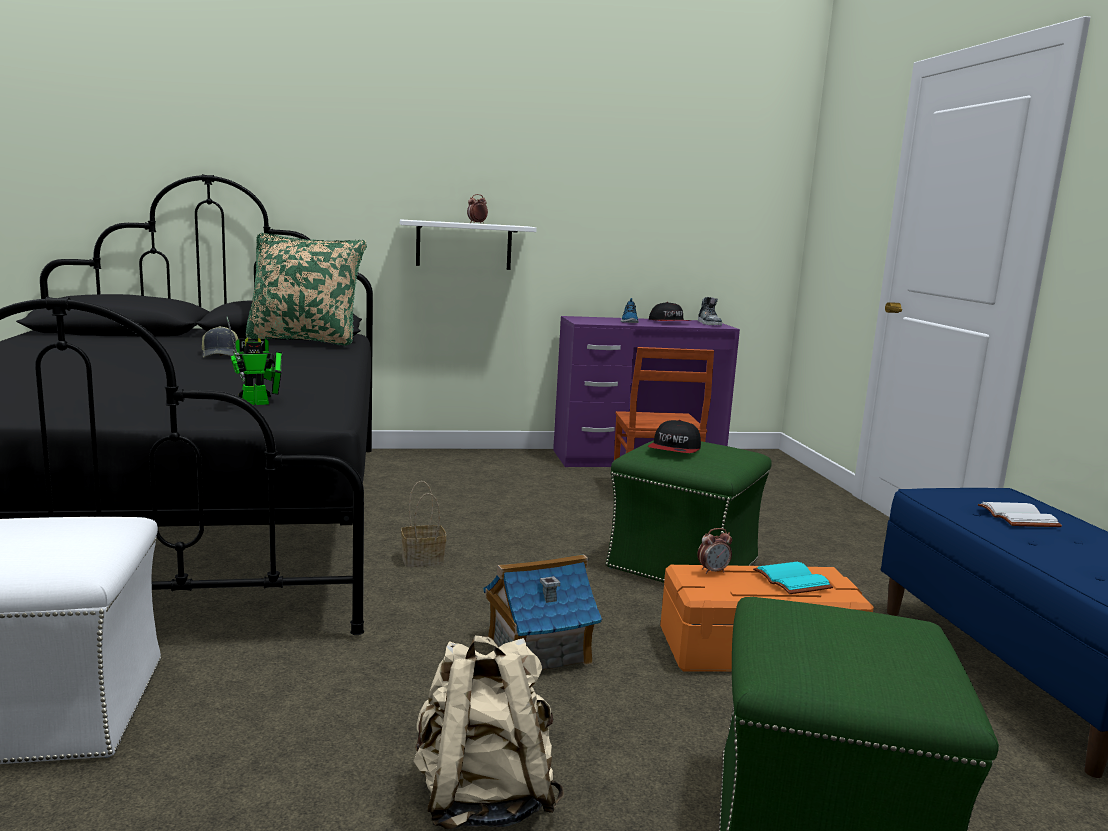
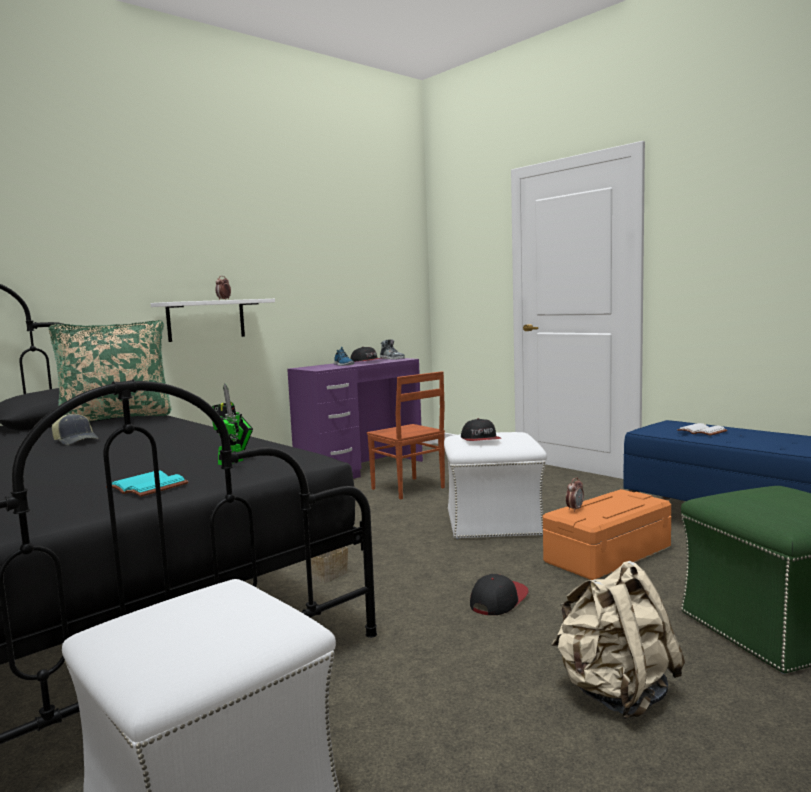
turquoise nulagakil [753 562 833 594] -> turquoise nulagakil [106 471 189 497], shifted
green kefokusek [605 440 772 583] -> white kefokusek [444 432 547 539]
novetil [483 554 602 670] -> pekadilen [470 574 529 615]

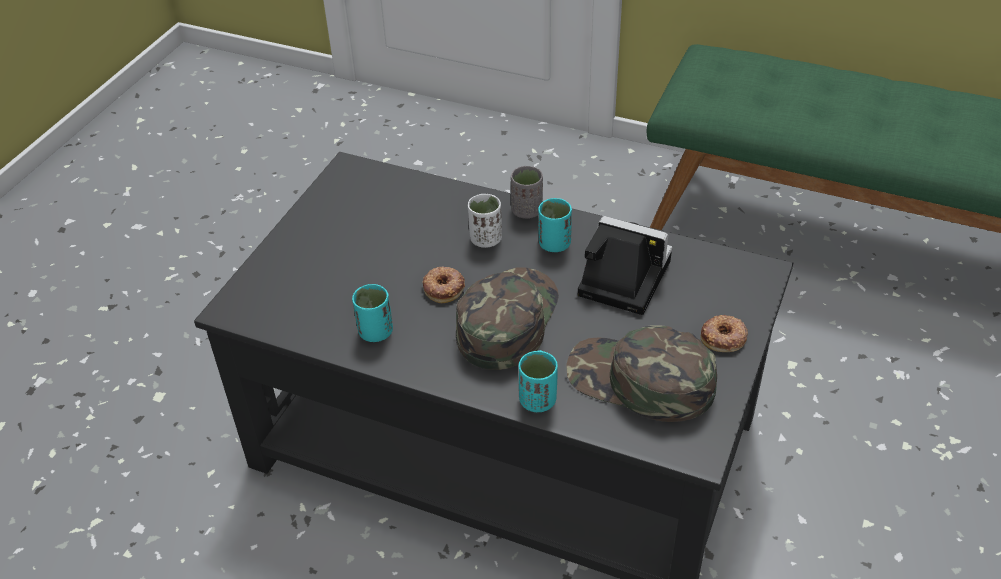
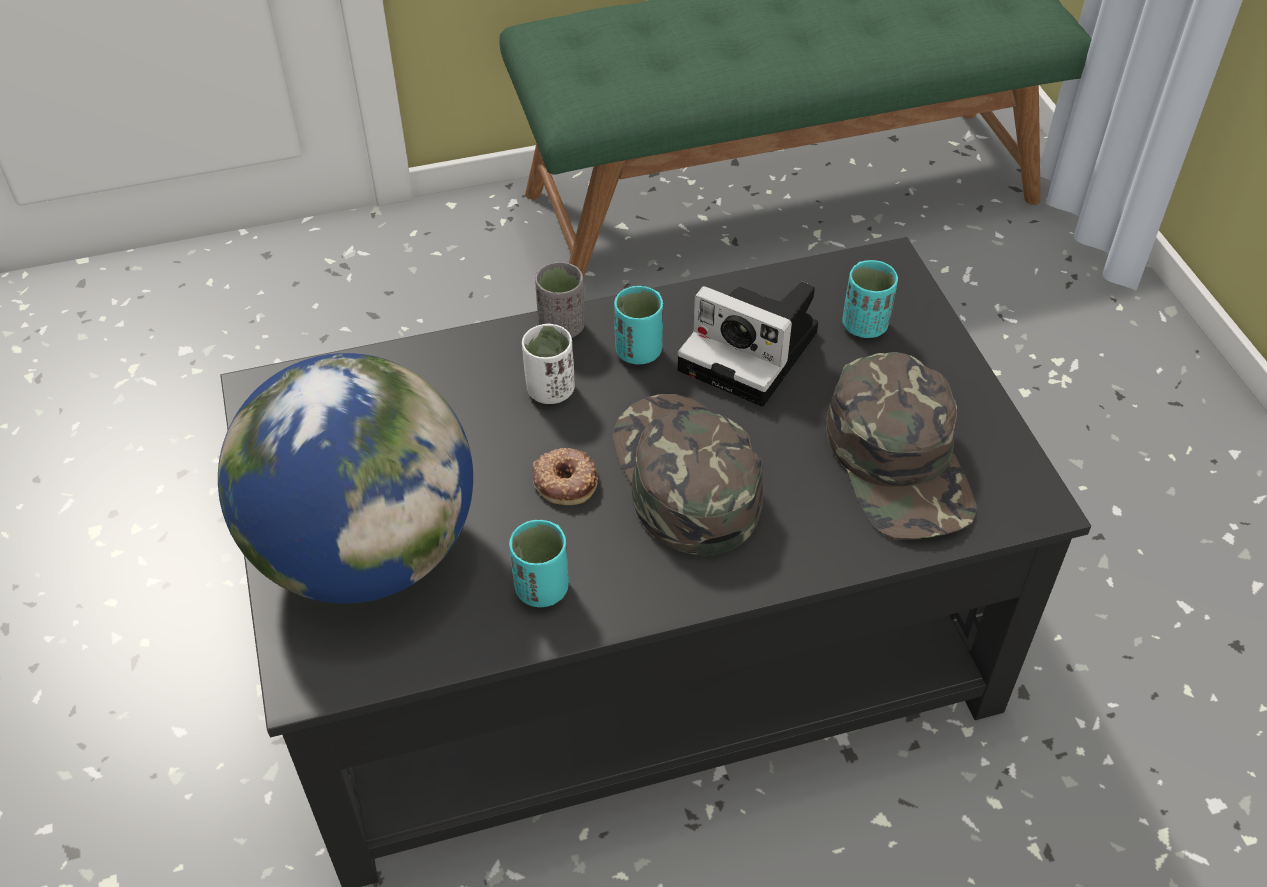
none -> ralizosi [218 353 473 604]
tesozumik [578 216 673 315] -> tesozumik [678 282 818 407], 135 degrees counterclockwise
green pekadilen [566 326 717 422] -> green pekadilen [826 352 977 539], 90 degrees counterclockwise
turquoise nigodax [519 350 558 412] -> turquoise nigodax [842 260 898 338], shifted
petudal [700 315 748 352] -> none

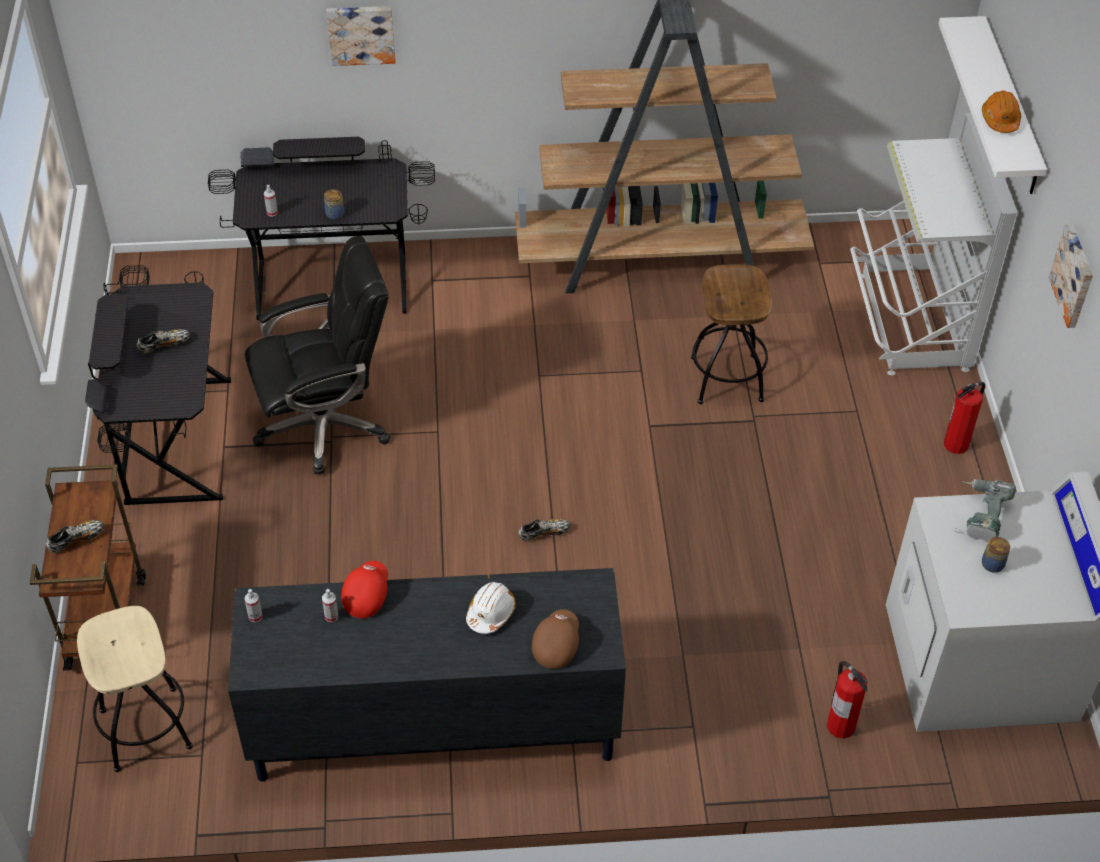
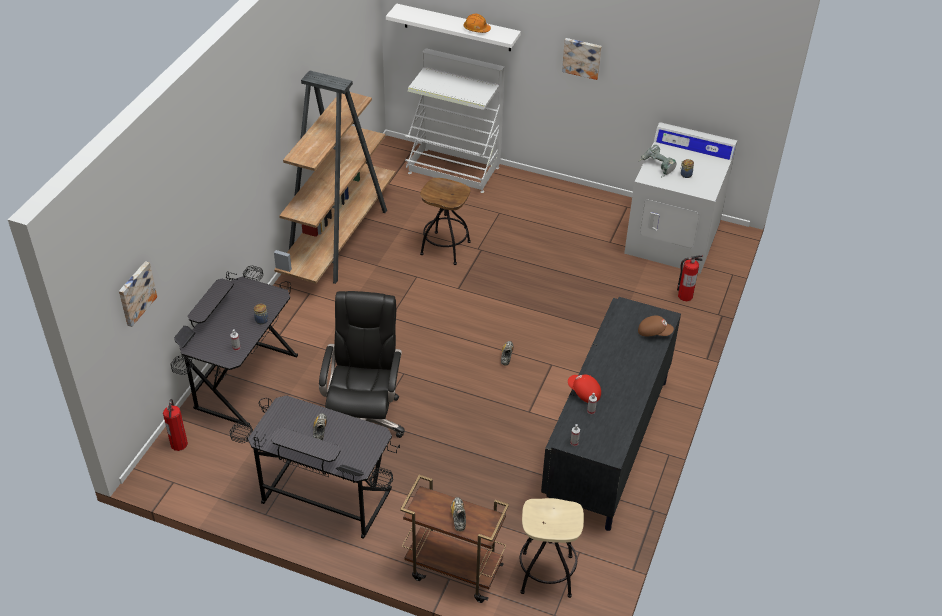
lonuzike [326 6 396 66] -> lonuzike [119 261 157 327], shifted
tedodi [944 382 986 454] -> tedodi [163 399 188 451], shifted
brown pekadilen [532 609 579 669] -> brown pekadilen [638 316 674 336], 150 degrees clockwise
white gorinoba [466 582 516 634] -> none

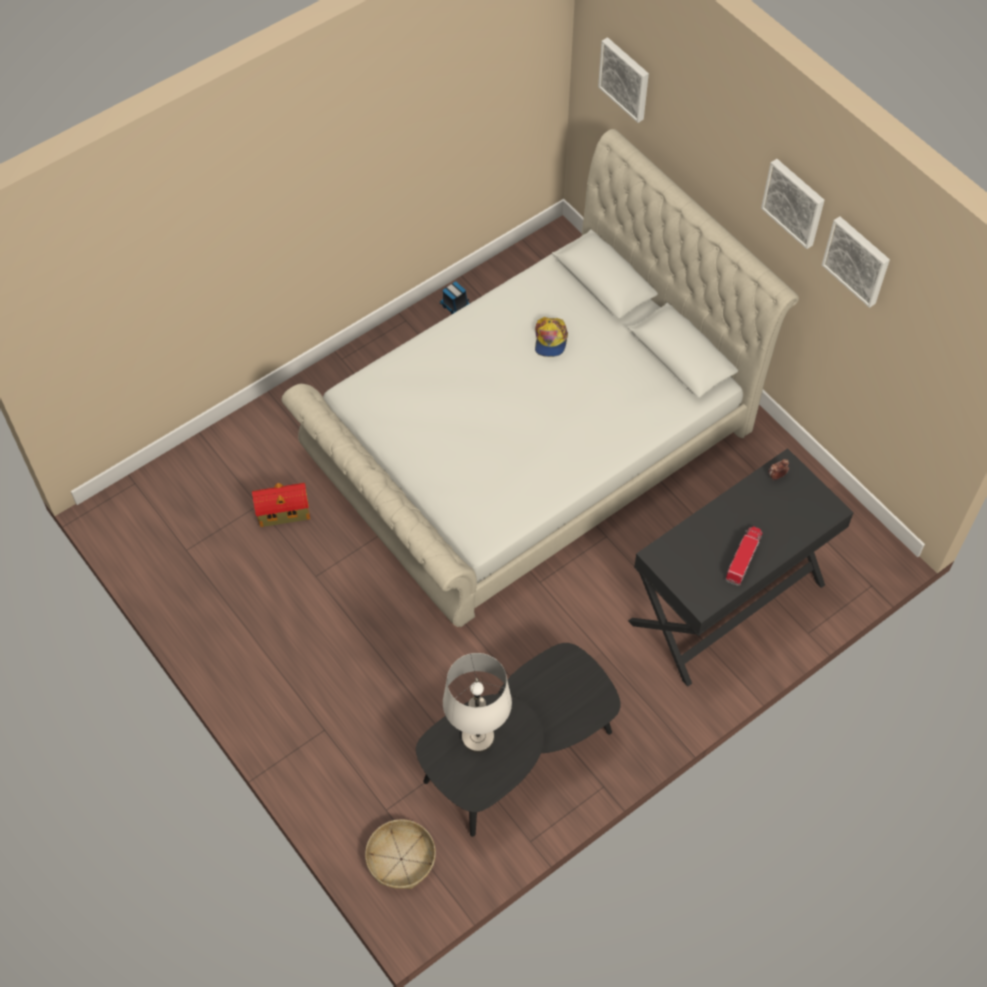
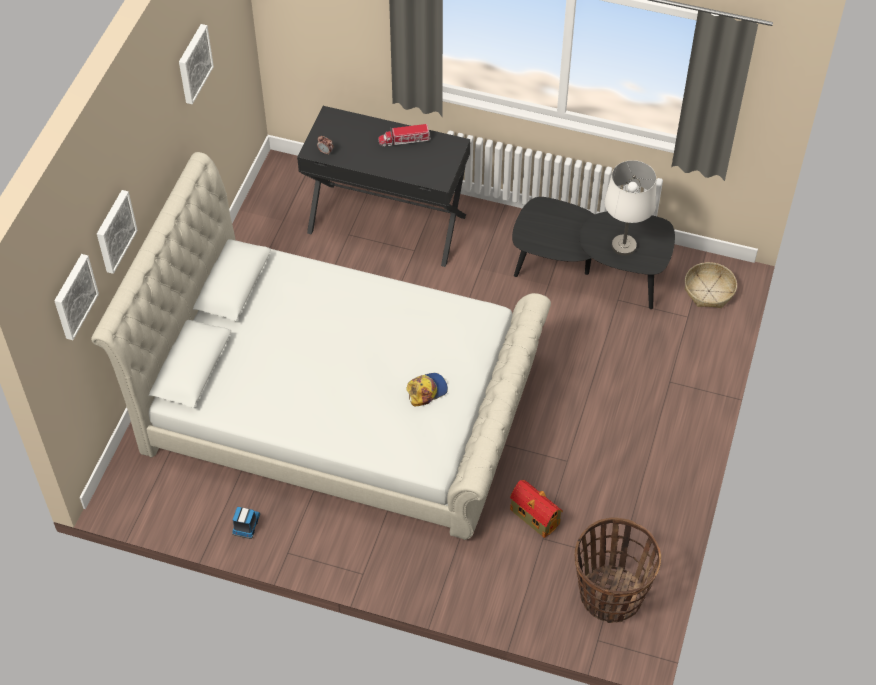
lonuzike [761 159 825 249] -> lonuzike [97 190 138 274], shifted
pekadilen [535 317 568 357] -> pekadilen [406 373 448 406], shifted
none -> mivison [574 518 661 623]

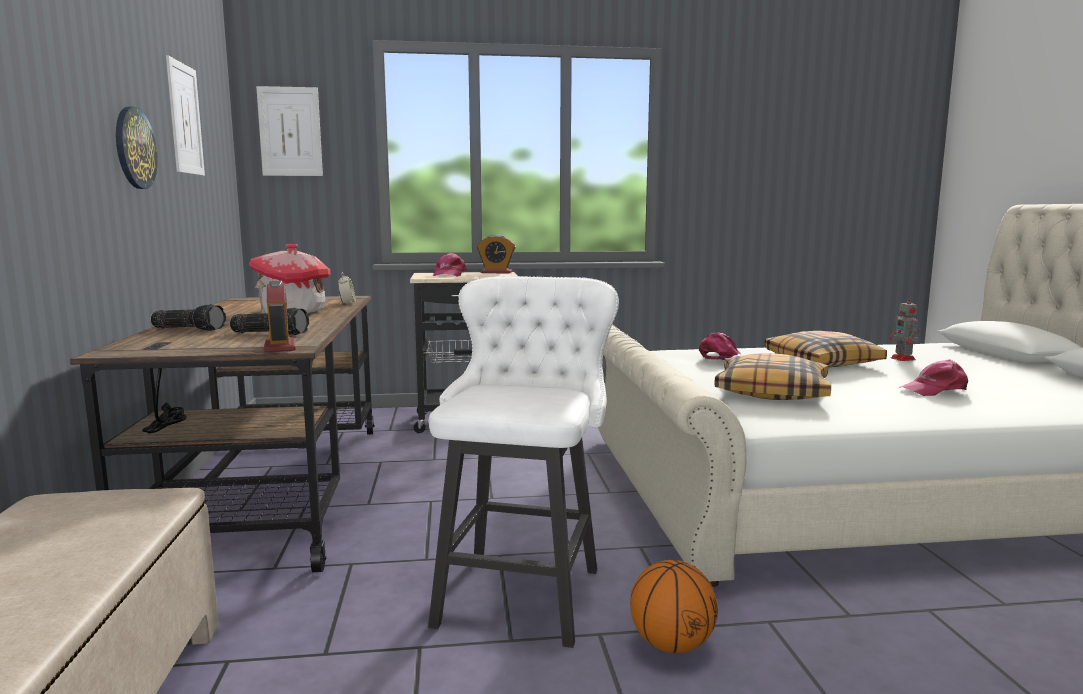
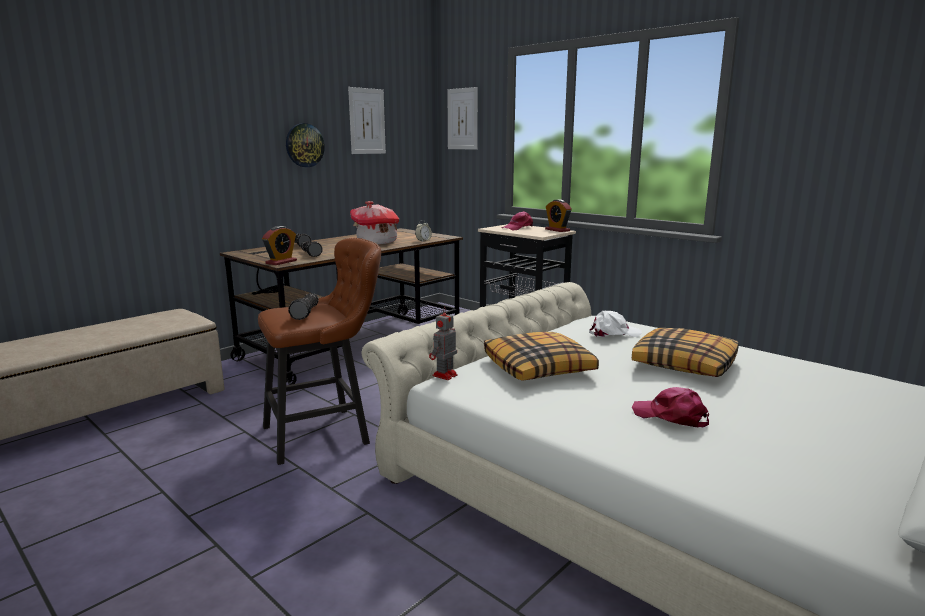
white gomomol [428 276 619 648] -> brown gomomol [258 238 381 465]
none -> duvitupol [288 293 319 320]
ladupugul [890 296 921 361] -> ladupugul [429 308 458 380], shifted
pink pekadilen [699 332 741 360] -> white pekadilen [589 311 642 337]
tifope [630 560 718 653] -> none

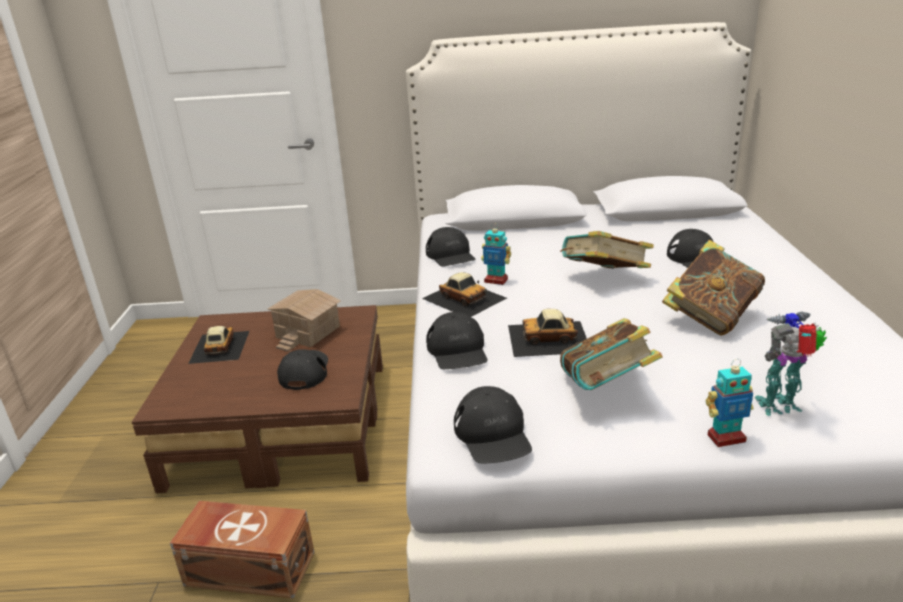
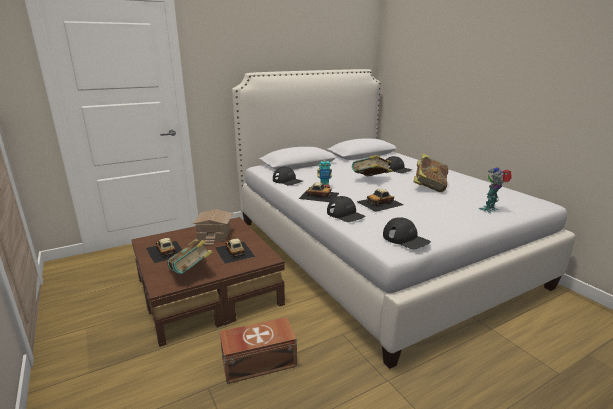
nulagakil [560 318 663 390] -> nulagakil [167 239 213 274], shifted
black pekadilen [277 349 328 390] -> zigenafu [216 238 255 264]
ladupugul [706 359 753 447] -> none

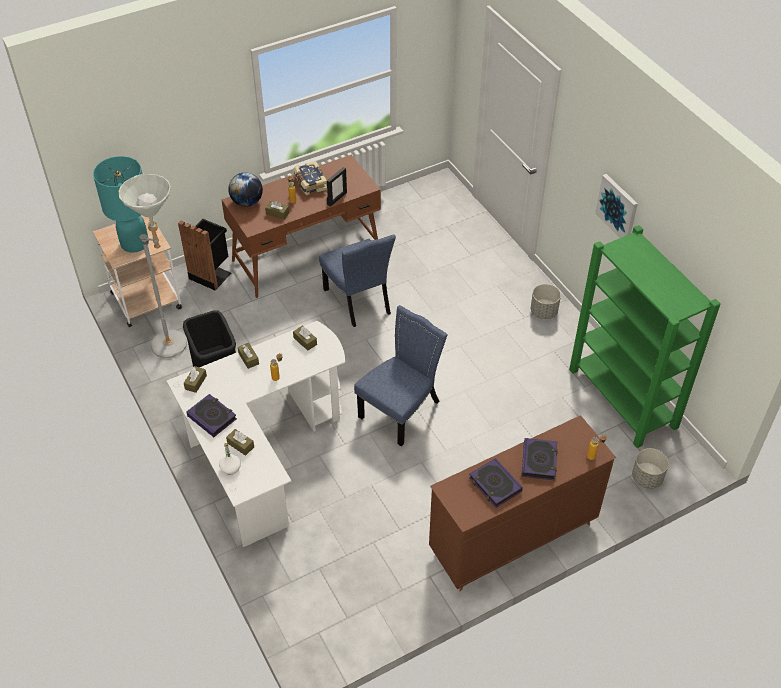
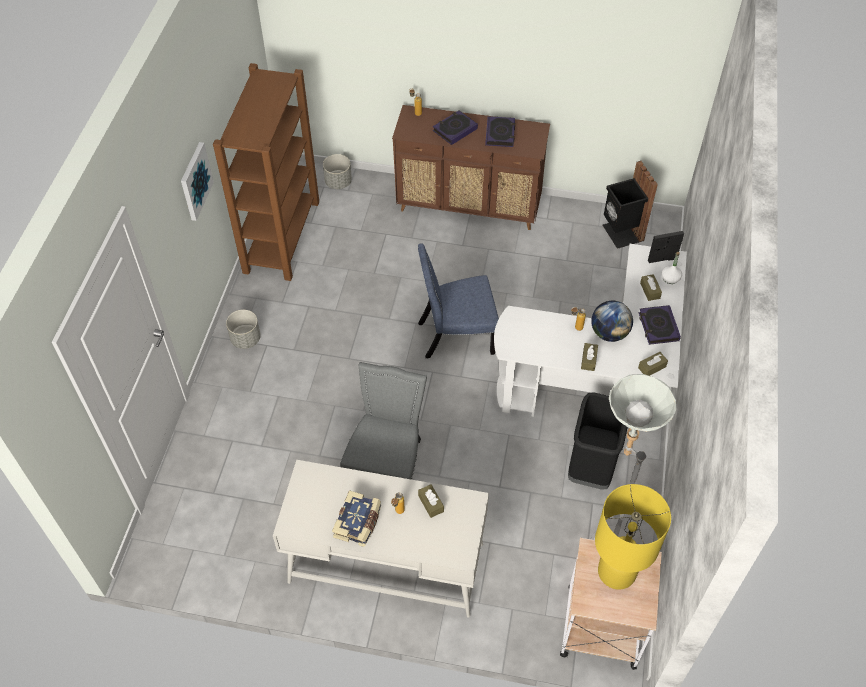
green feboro [569 225 721 448] -> brown feboro [213 63 319 281]
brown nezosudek [222 155 381 298] -> white nezosudek [273 460 489 618]
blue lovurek [319 234 396 327] -> grey lovurek [340 362 427 480]
ralizosi [228 172 263 207] -> ralizosi [591 301 633 342], shifted
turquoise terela [93 156 149 253] -> yellow terela [595 484 671 590]
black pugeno [178 219 231 290] -> black pugeno [603 161 658 249], shifted
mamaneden [327 167 347 206] -> mamaneden [648 231 684 263], shifted
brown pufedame [293 326 317 351] -> none

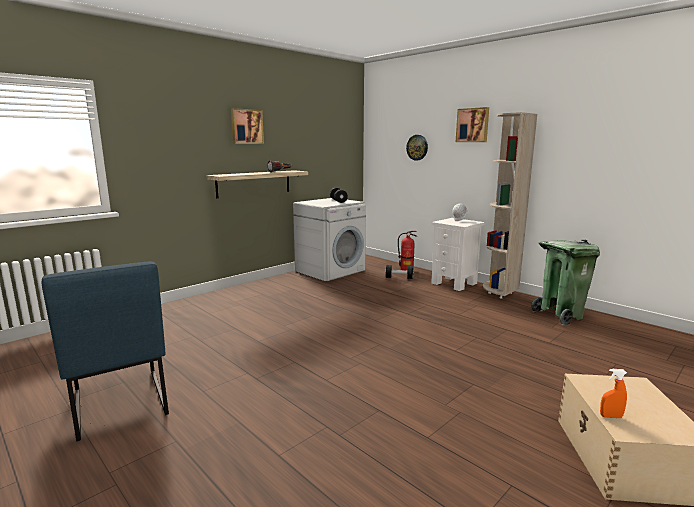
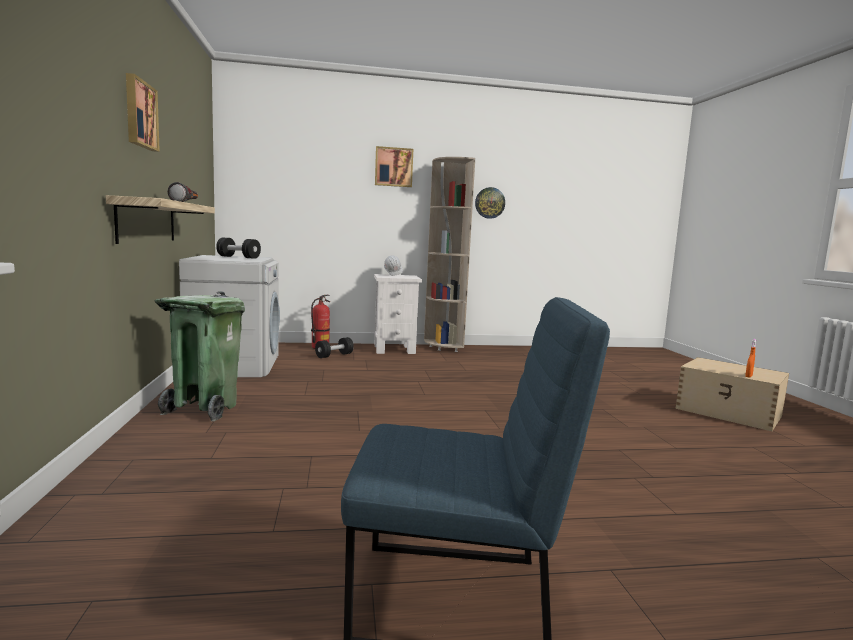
green pugeno [531 240 600 325] -> green pugeno [155 291 245 421], shifted
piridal [406 135 428 161] -> piridal [475 187 505 219], shifted

